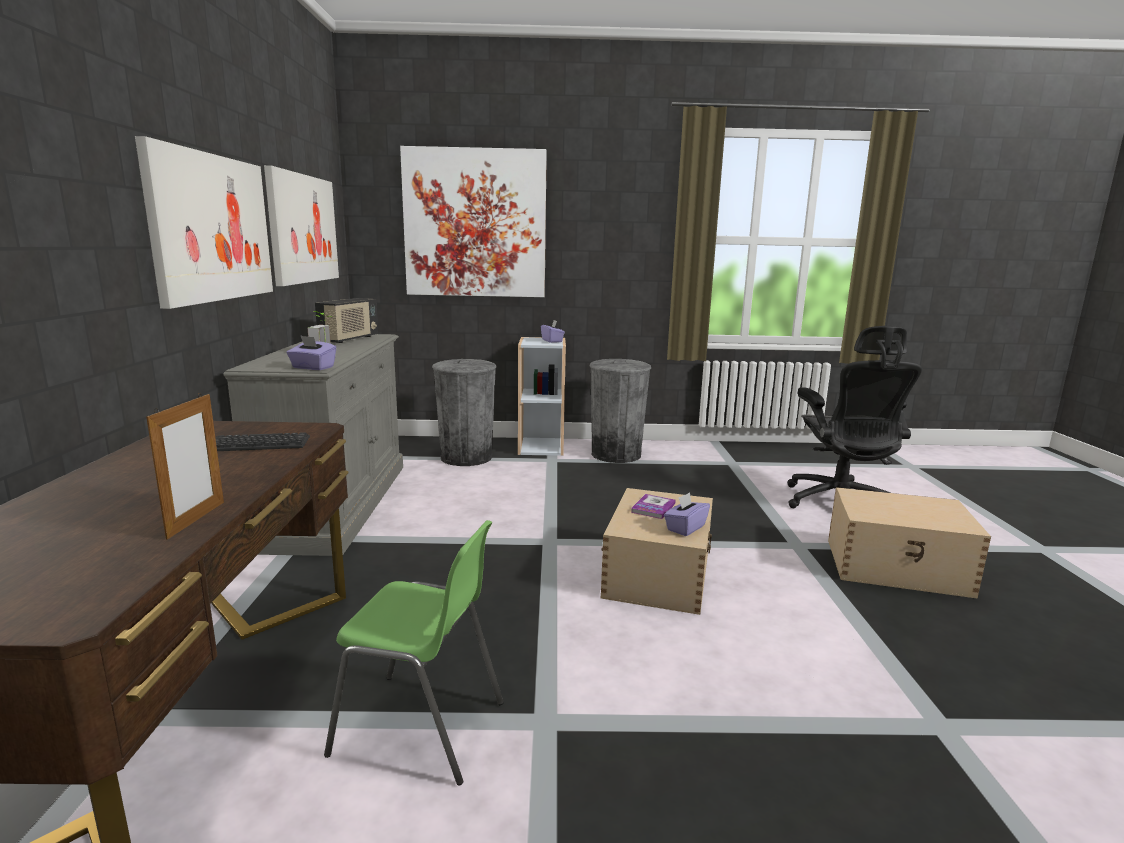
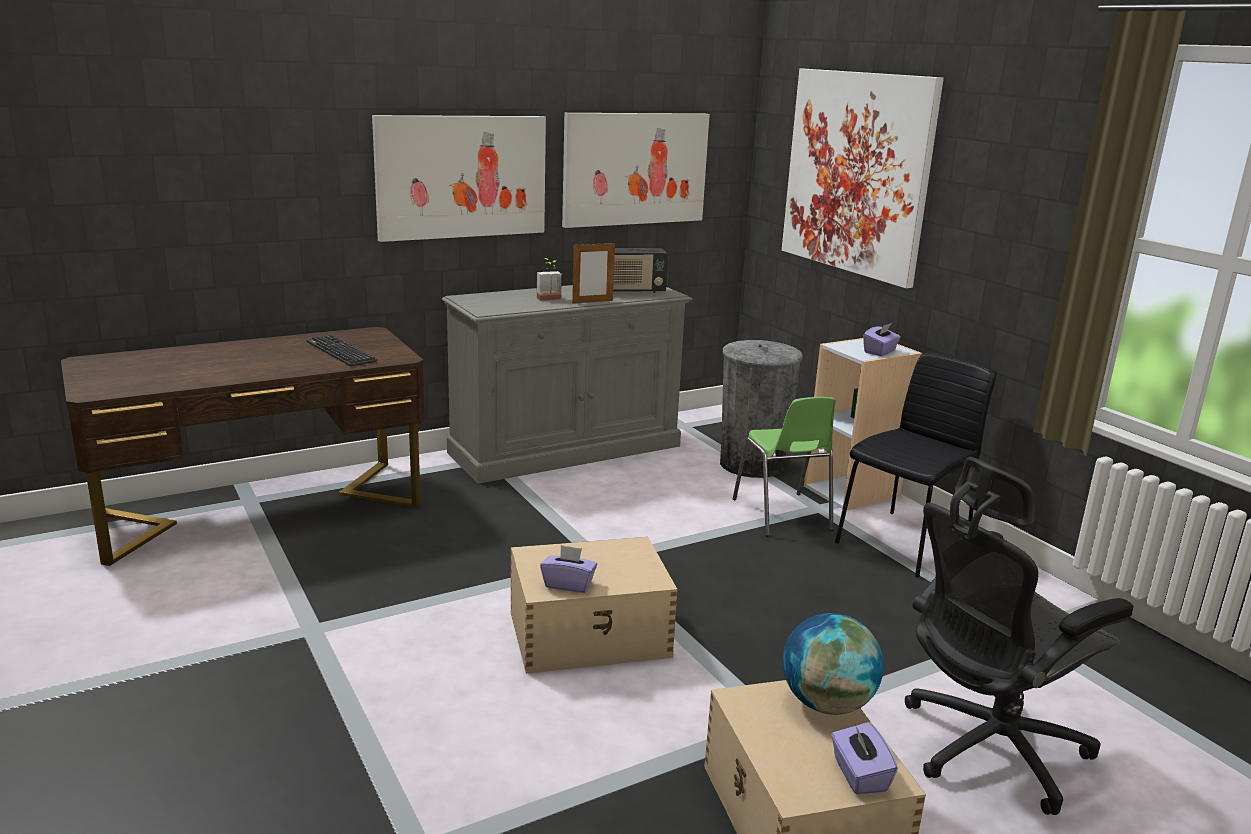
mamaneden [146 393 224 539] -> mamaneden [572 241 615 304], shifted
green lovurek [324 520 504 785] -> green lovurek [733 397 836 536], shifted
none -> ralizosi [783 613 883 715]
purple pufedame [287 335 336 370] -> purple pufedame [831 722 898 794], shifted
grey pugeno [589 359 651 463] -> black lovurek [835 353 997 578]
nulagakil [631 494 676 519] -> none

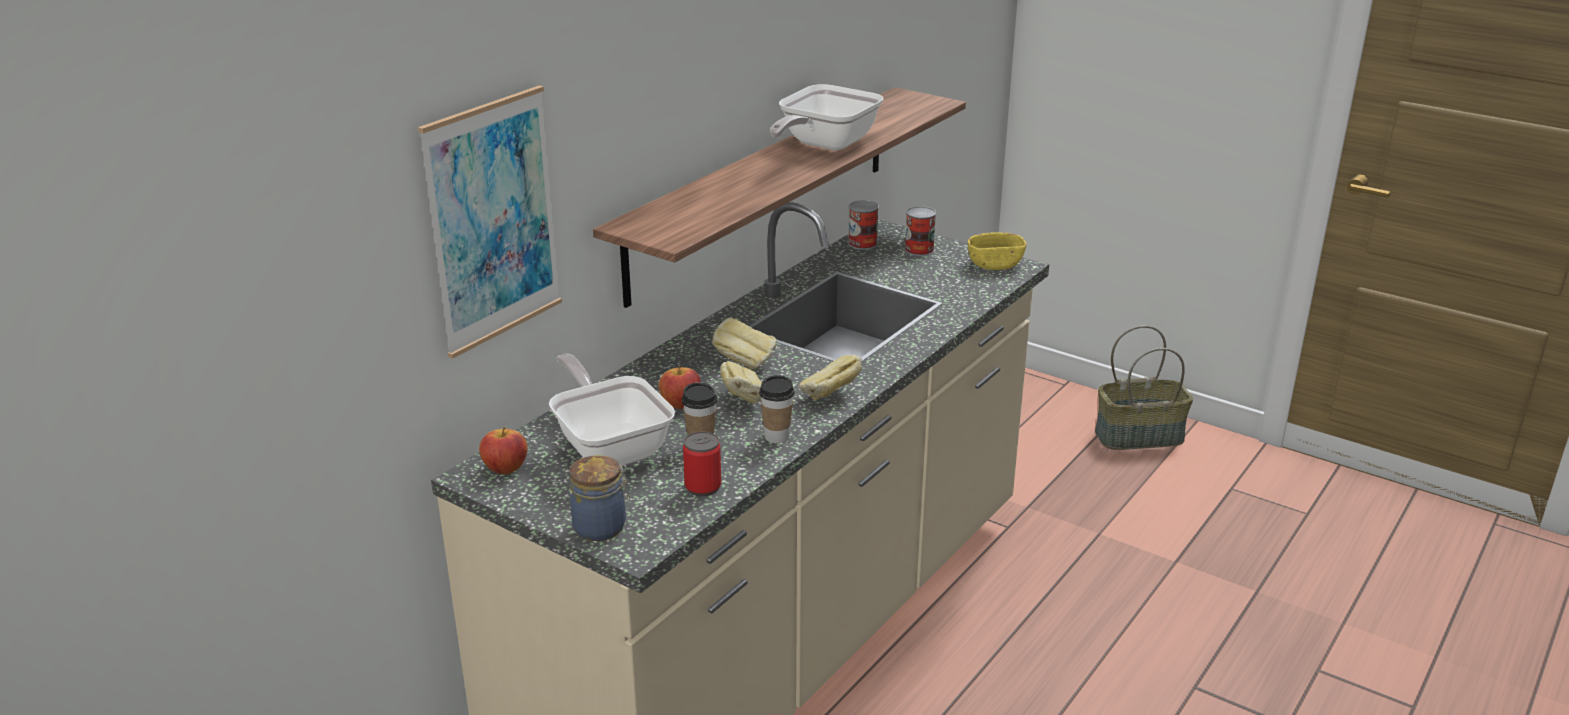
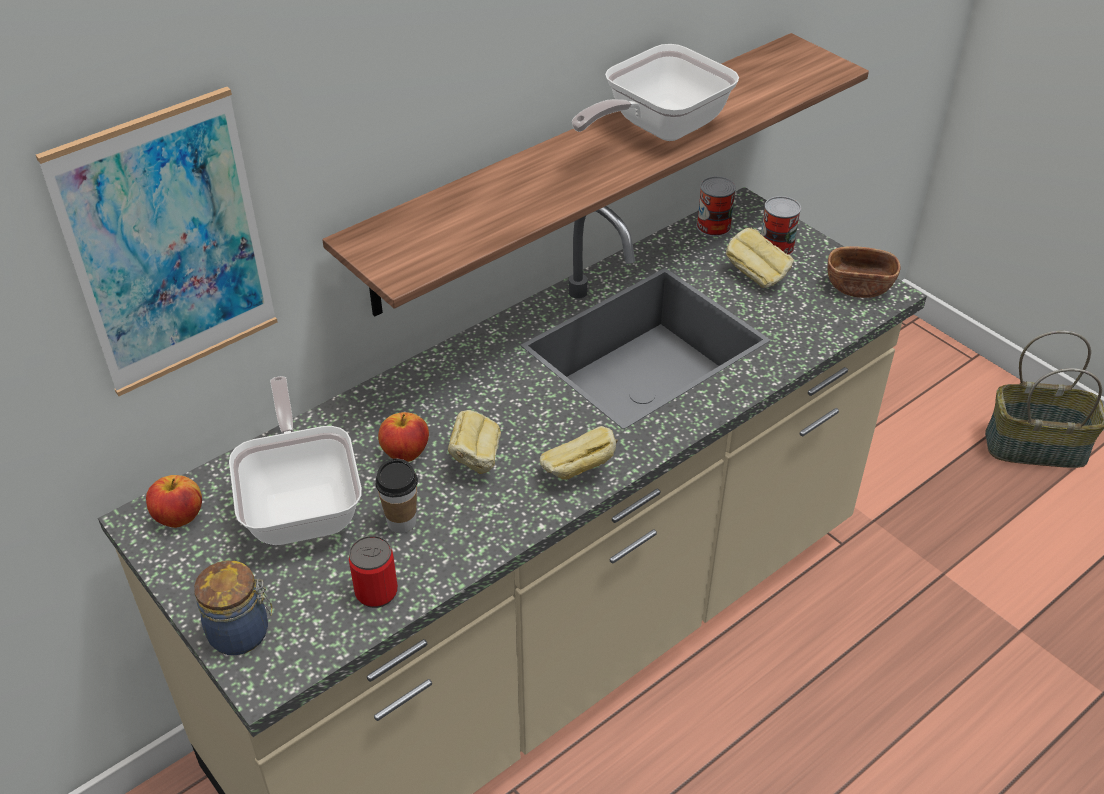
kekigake [712 317 777 370] -> kekigake [726 227 794 288], shifted
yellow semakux [968 232 1026 270] -> brown semakux [828 246 901 298]
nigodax [759 375 794 443] -> none

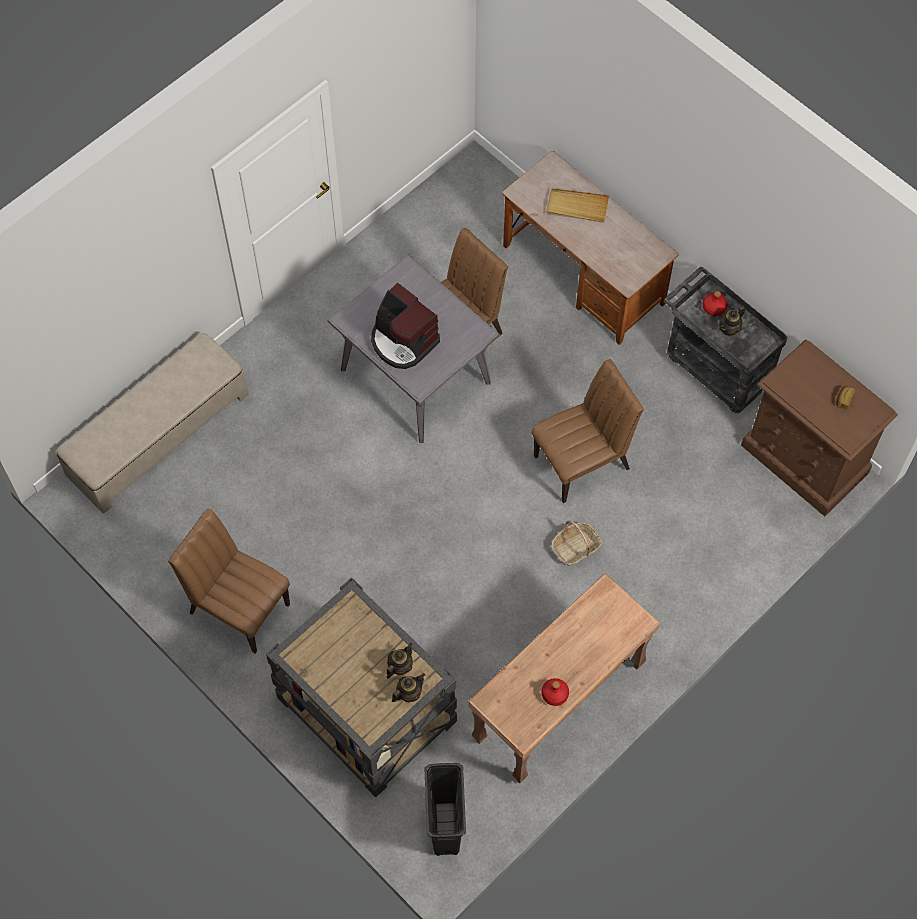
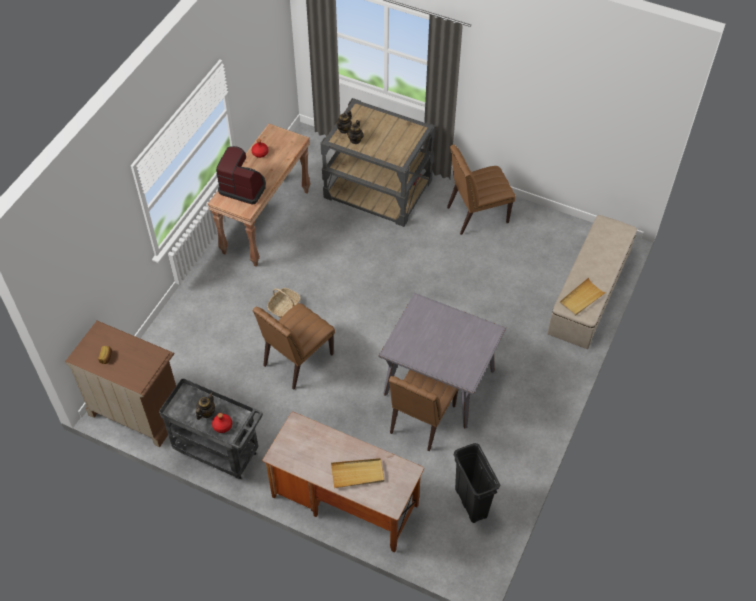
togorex [371 283 440 369] -> togorex [216 146 266 205], shifted
brown lovurek [168 508 290 653] -> brown lovurek [447 145 516 235], 150 degrees clockwise
black pugeno [424 763 466 856] -> black pugeno [453 443 500 523], shifted
none -> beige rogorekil [560 278 606 316]

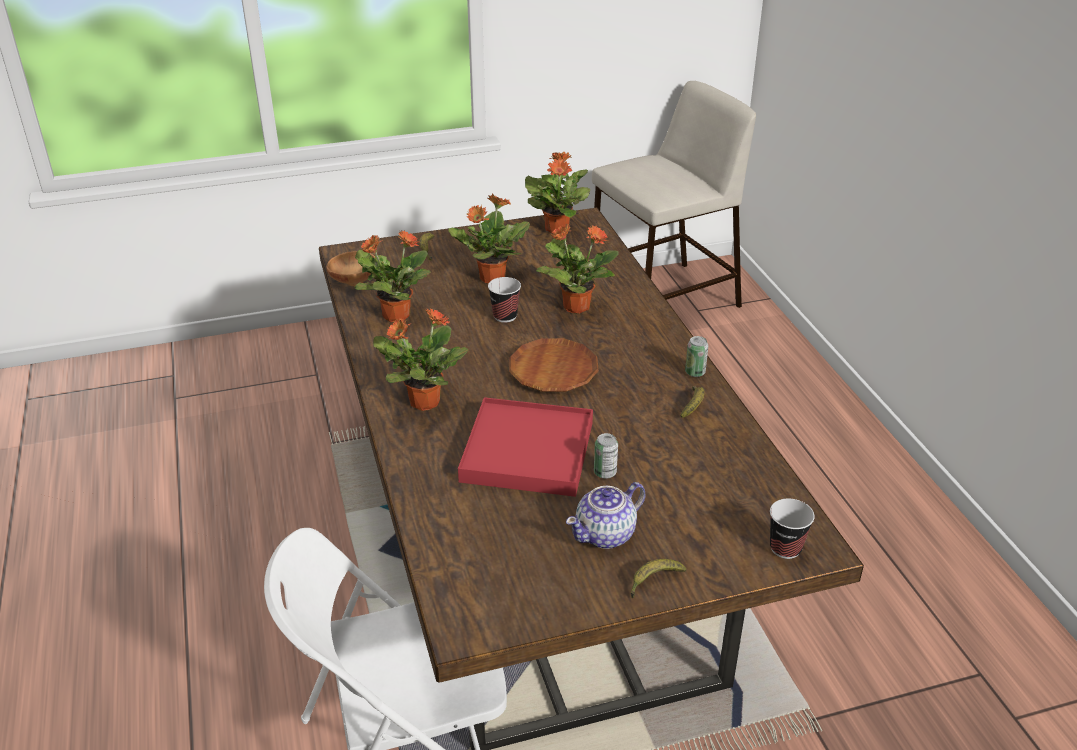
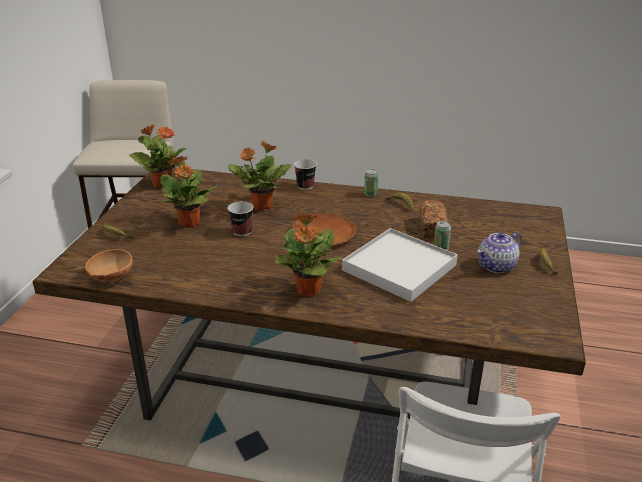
nigodax [770 499 815 559] -> nigodax [294 159 317 190], shifted
red rogorekil [458 397 593 497] -> white rogorekil [342 228 458 302]
none -> kekigake [420 200 448 239]
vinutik [566 482 645 549] -> vinutik [477 231 522 273], 60 degrees clockwise
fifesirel [355 229 431 322] -> none

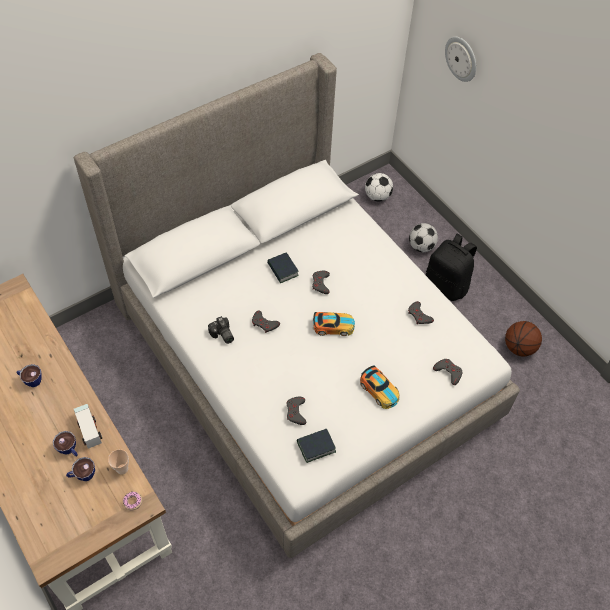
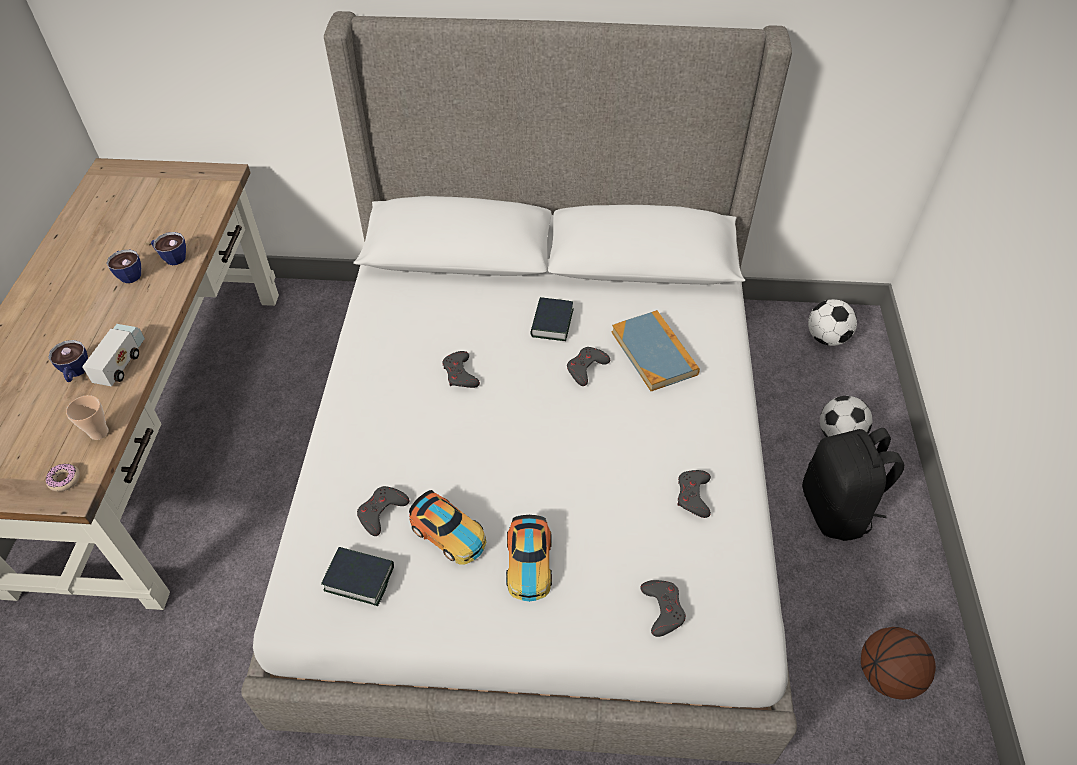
nigodax [66 457 95 481] -> nigodax [151 232 186 265], shifted
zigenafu [313 312 355 336] -> zigenafu [409 490 486 564], shifted
none -> nulagakil [612 310 700 391]
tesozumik [208 316 234 344] -> none
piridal [445 36 476 82] -> none

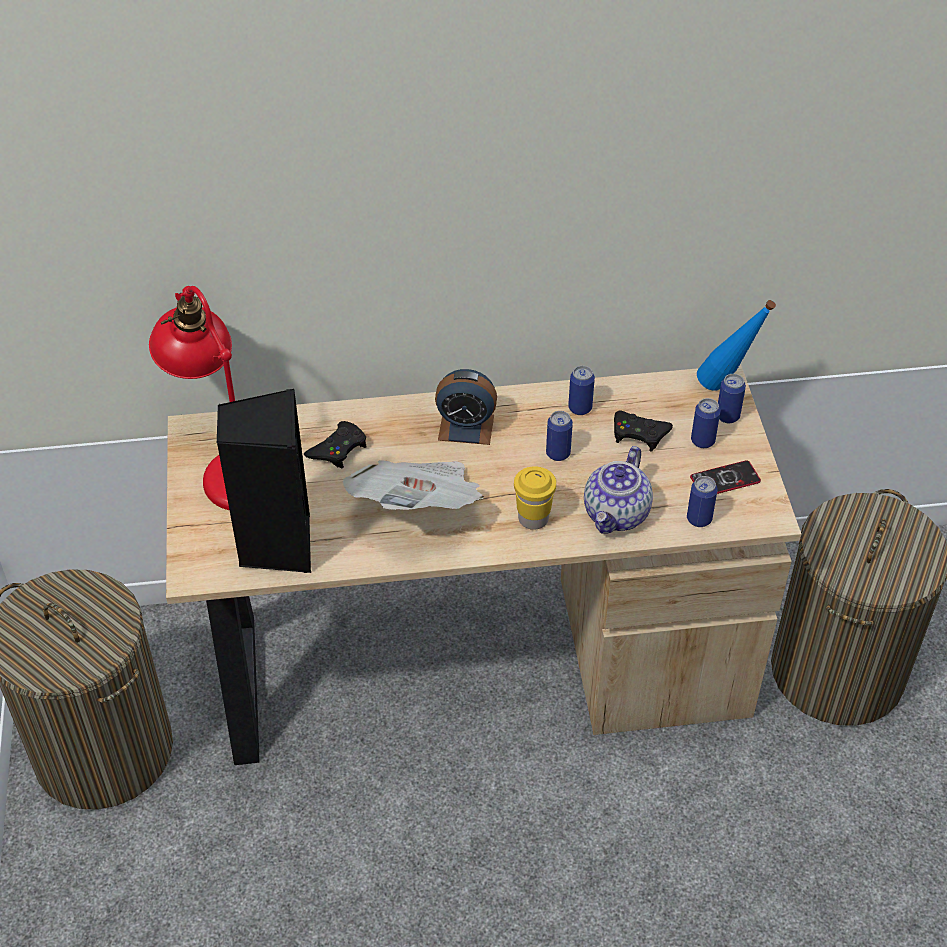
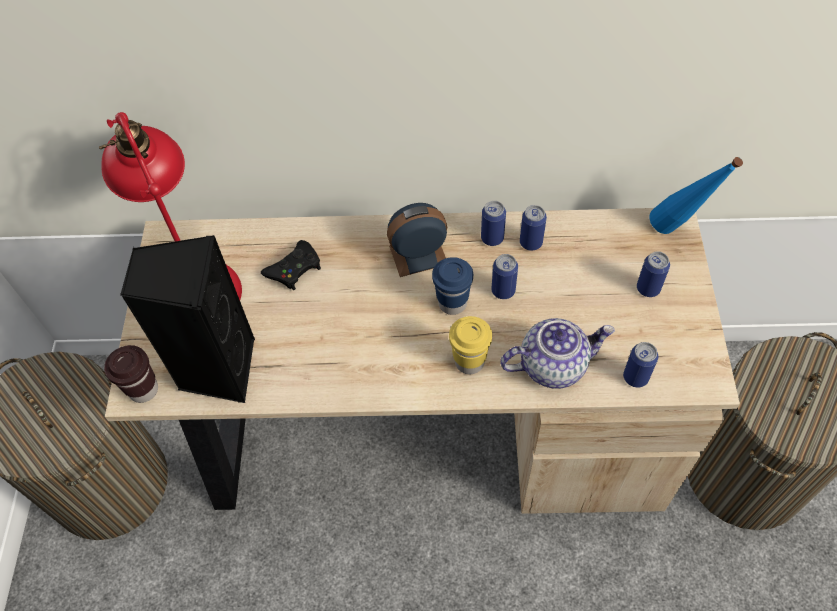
none -> brown nigodax [104 345 158 403]
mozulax [435 369 497 445] -> mozulax [387 203 447 277], 150 degrees clockwise
none -> blue nigodax [432 257 473 315]
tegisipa [718 374 746 423] -> tegisipa [481 201 506 246], shifted
vinutik [584 446 653 533] -> vinutik [500 318 615 389], 135 degrees counterclockwise
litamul [343 460 484 510] -> none
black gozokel [614 411 673 452] -> none
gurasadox [690 460 761 494] -> none

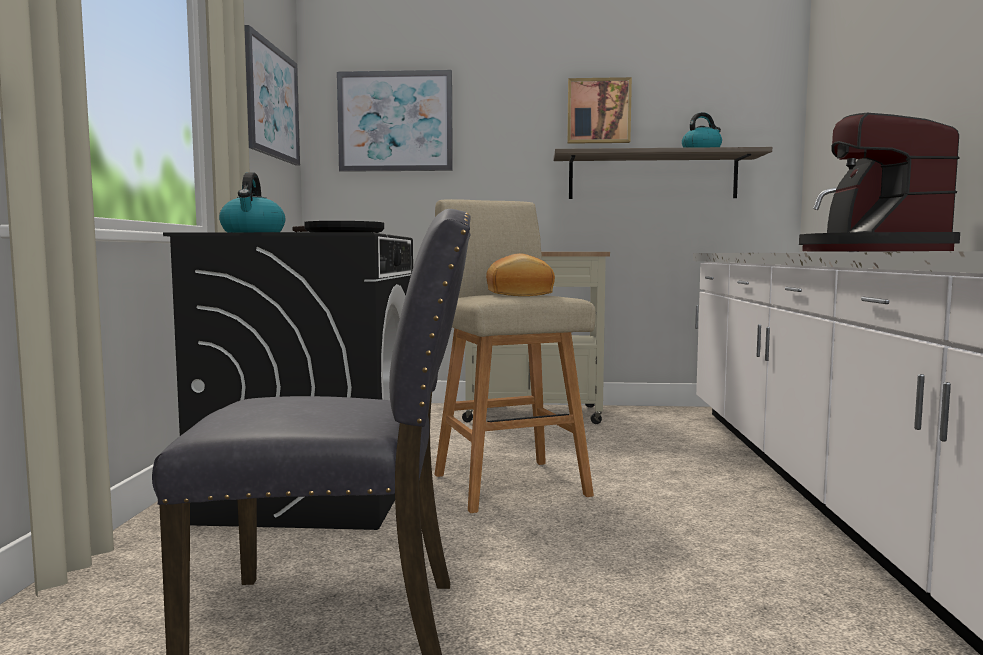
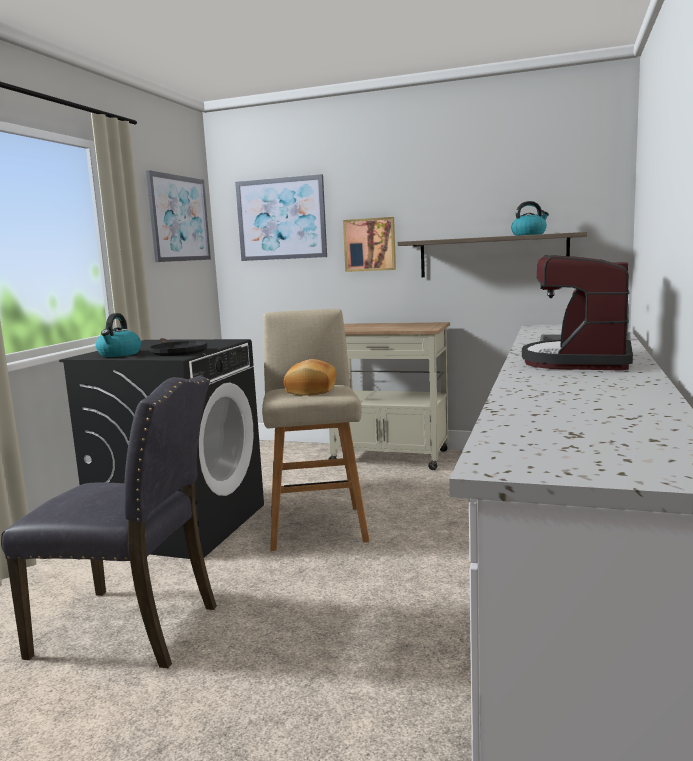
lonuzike [567 77 632 144] -> lonuzike [343 217 396 272], shifted

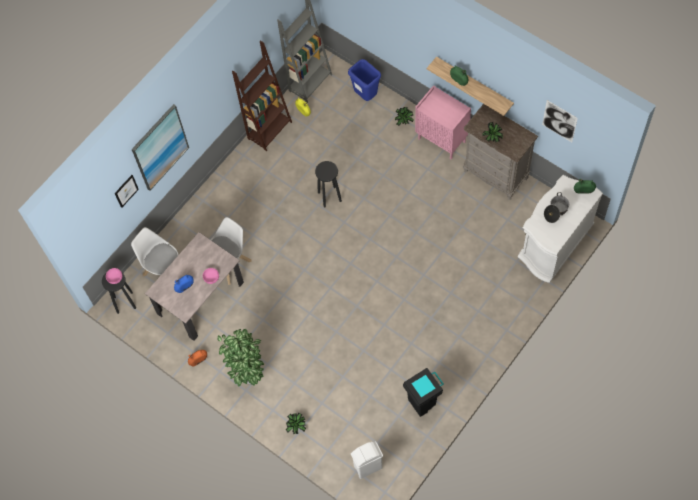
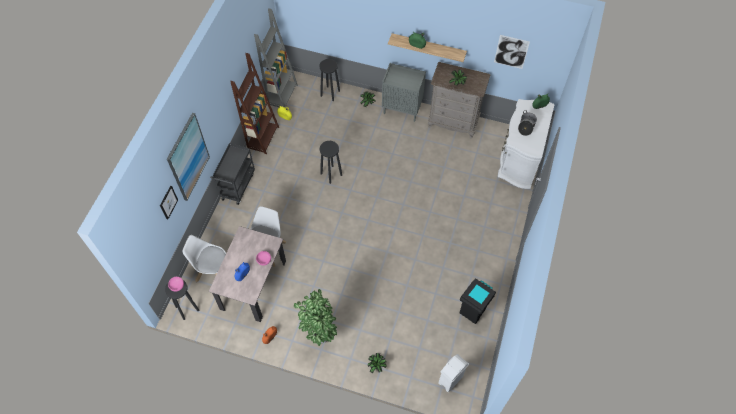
none -> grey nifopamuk [210 143 255 205]
blue pugeno [348 59 381 101] -> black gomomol [319 59 340 101]
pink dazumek [415 85 471 160] -> grey dazumek [382 63 426 122]

